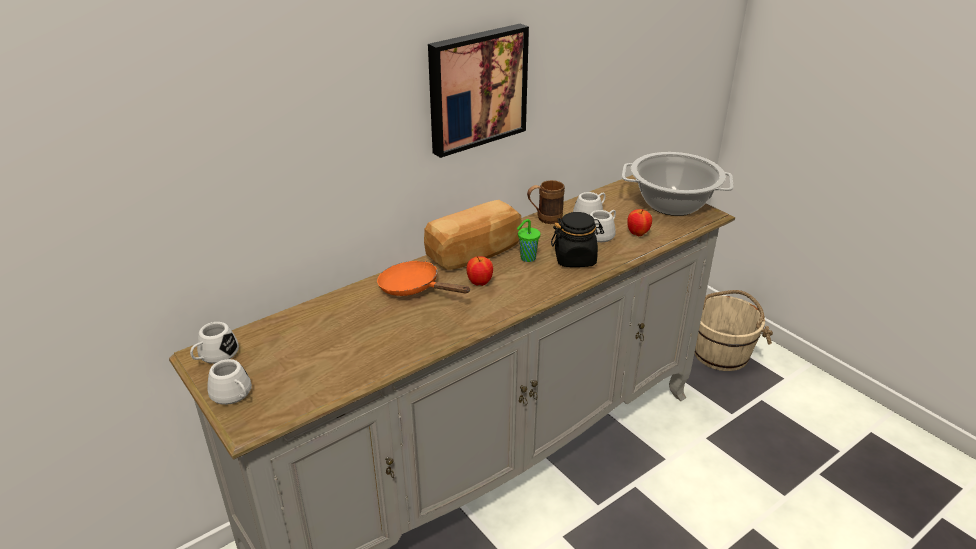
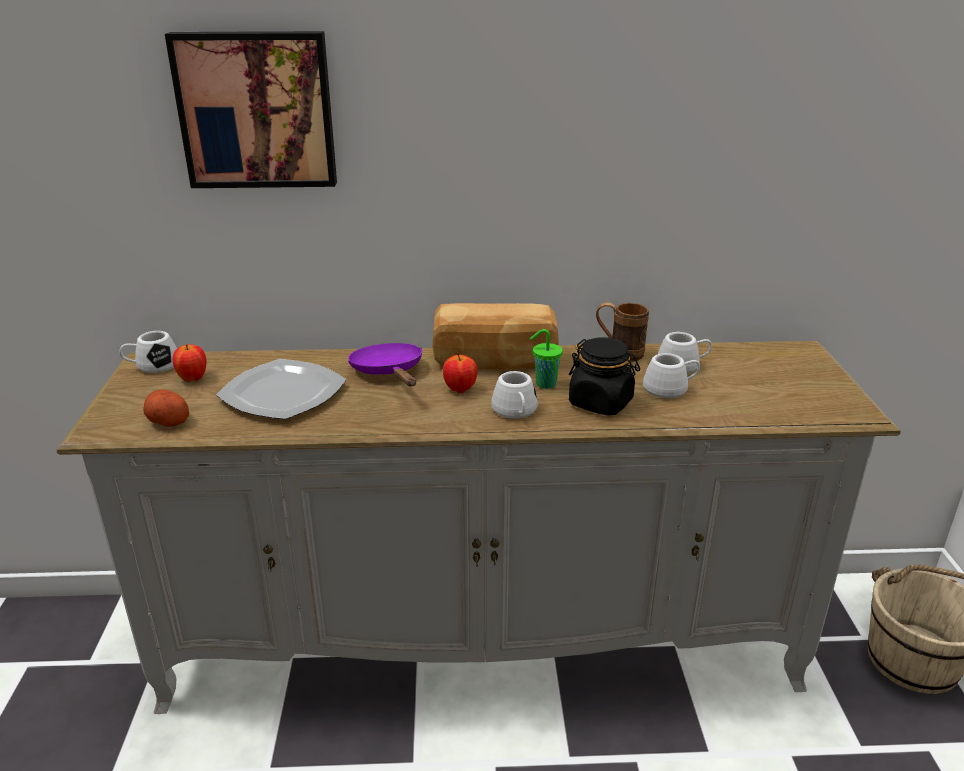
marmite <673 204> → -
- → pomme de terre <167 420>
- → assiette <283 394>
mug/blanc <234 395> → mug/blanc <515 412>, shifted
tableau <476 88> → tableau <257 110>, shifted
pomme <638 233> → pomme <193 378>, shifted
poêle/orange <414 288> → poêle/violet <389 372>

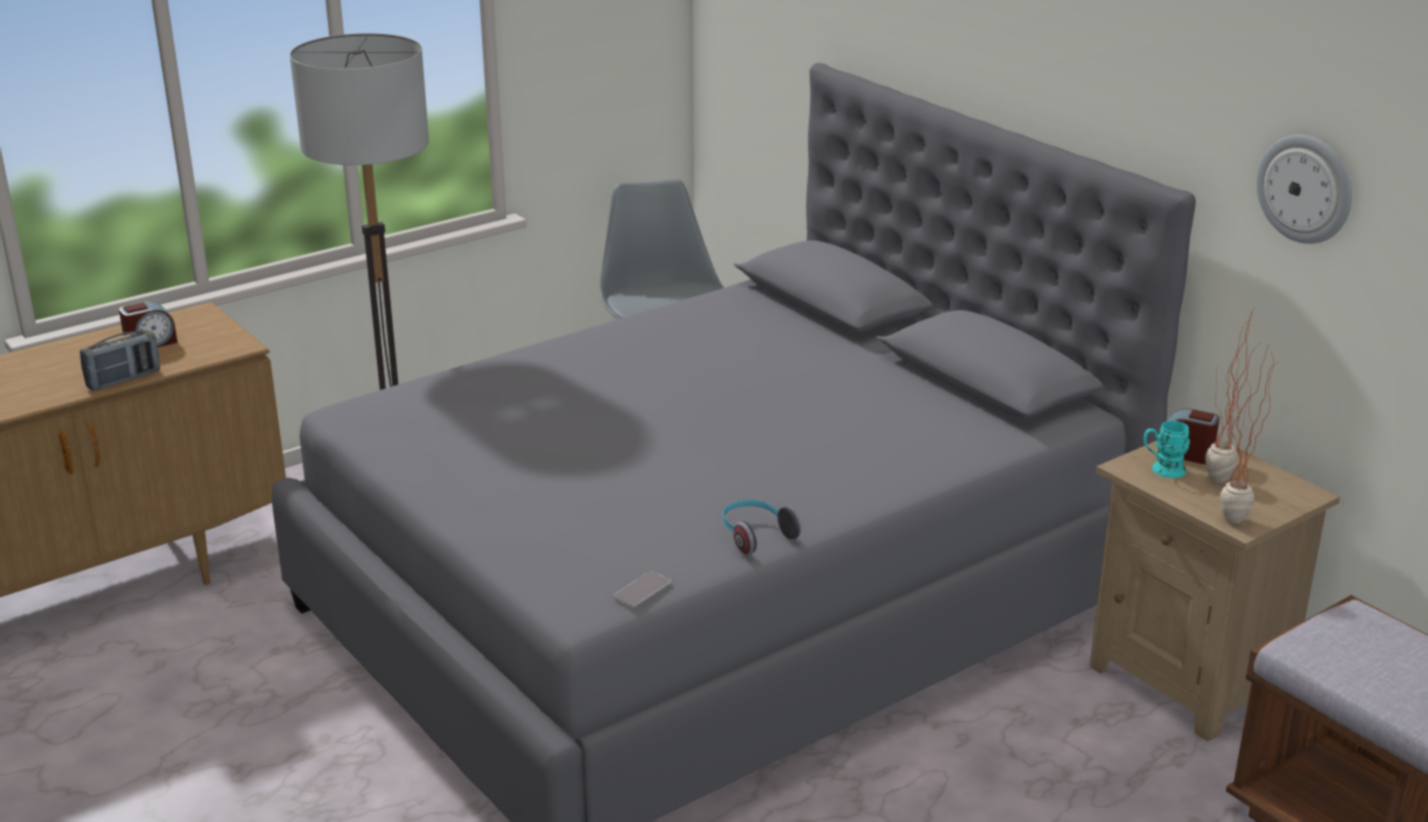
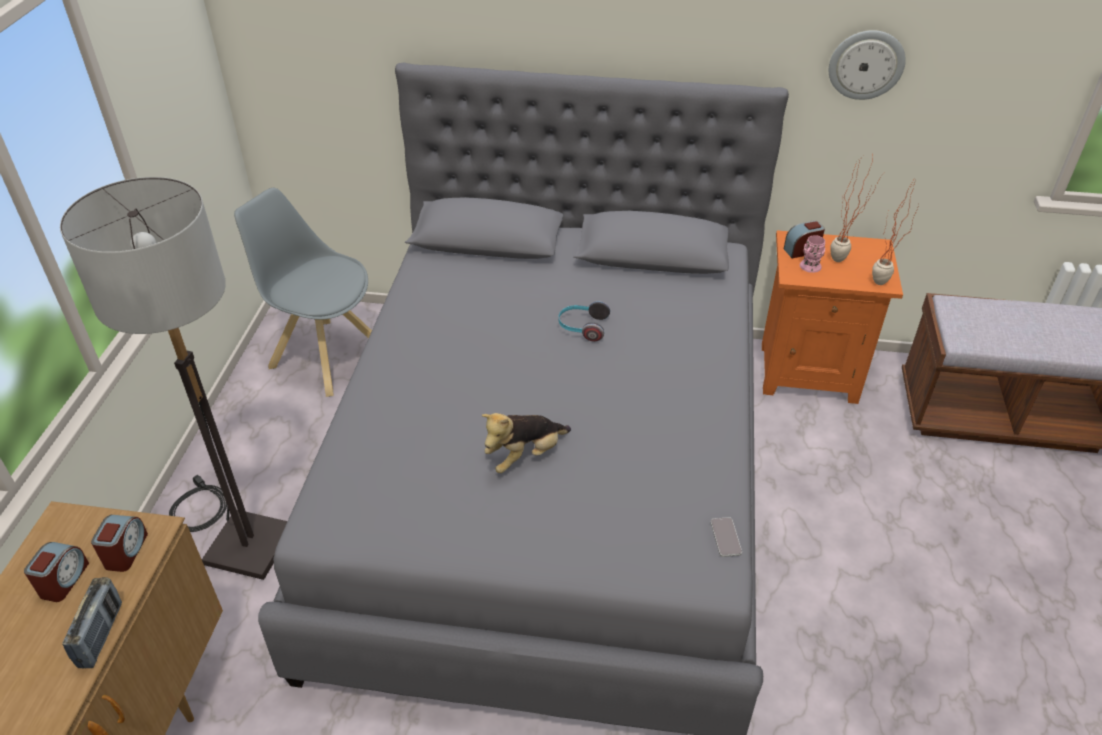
- → réveil <126 551>
- → peluche <525 455>
casque audio <755 535> → casque audio <582 327>, shifted
table de chevet/beige <1187 682> → table de chevet/orange <810 374>
mug/turquoise <1162 470> → mug/rose <808 268>

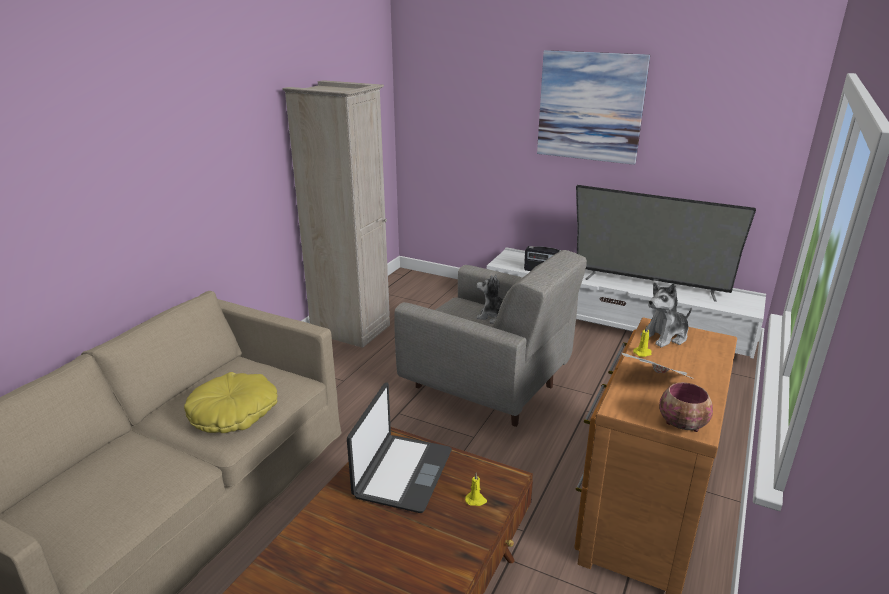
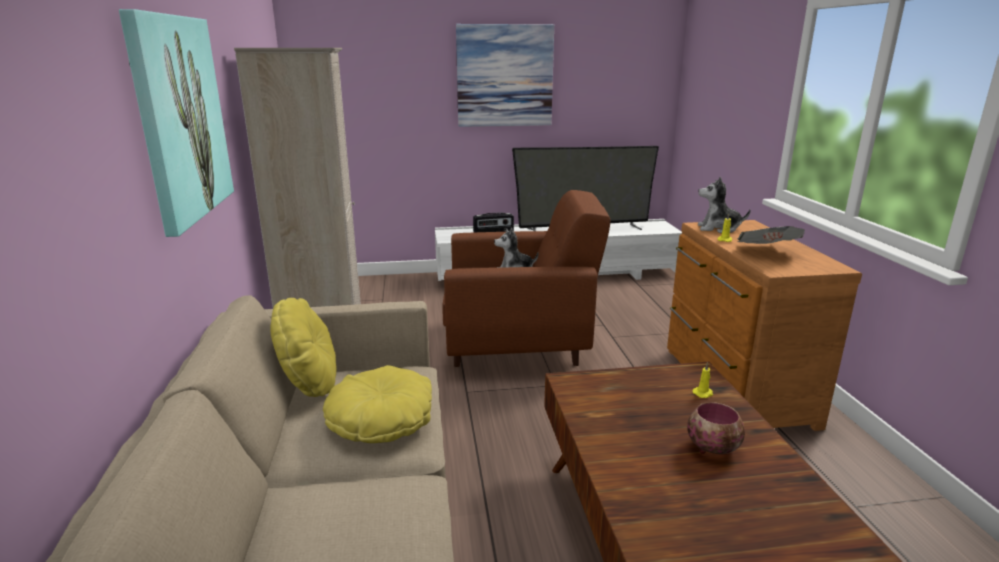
ordinateur portable <402 473> → -
- → tableau <180 118>
- → coussin/jaune <310 387>
bol <683 425> → bol <714 448>, shifted
fauteuil/gris <488 389> → fauteuil/marron <520 347>
peluche <665 336> → peluche <718 229>, 75 degrees clockwise

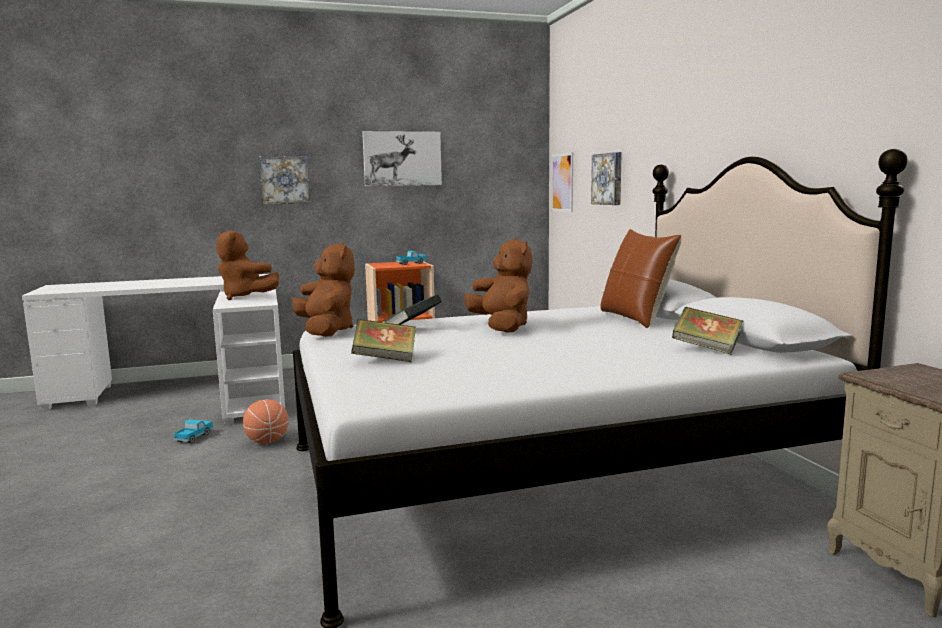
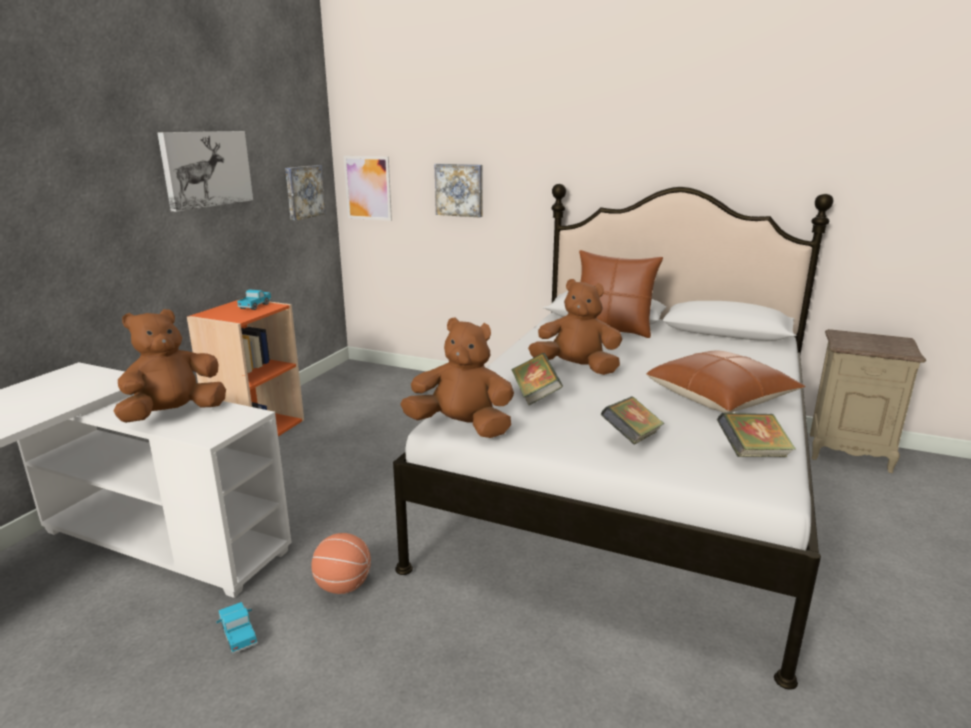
- → coussin/marron <721 397>
tableau <284 180> → tableau <303 192>, shifted
livre <706 348> → livre <752 454>, shifted
peluche/marron <245 297> → peluche/marron <174 414>, 150 degrees clockwise

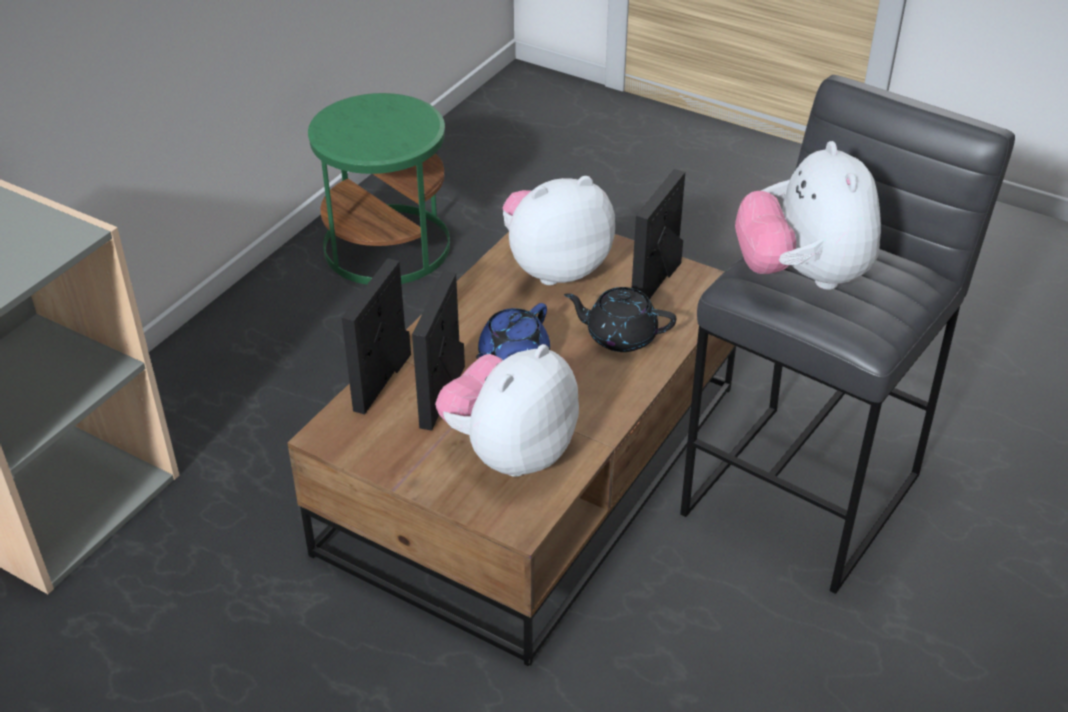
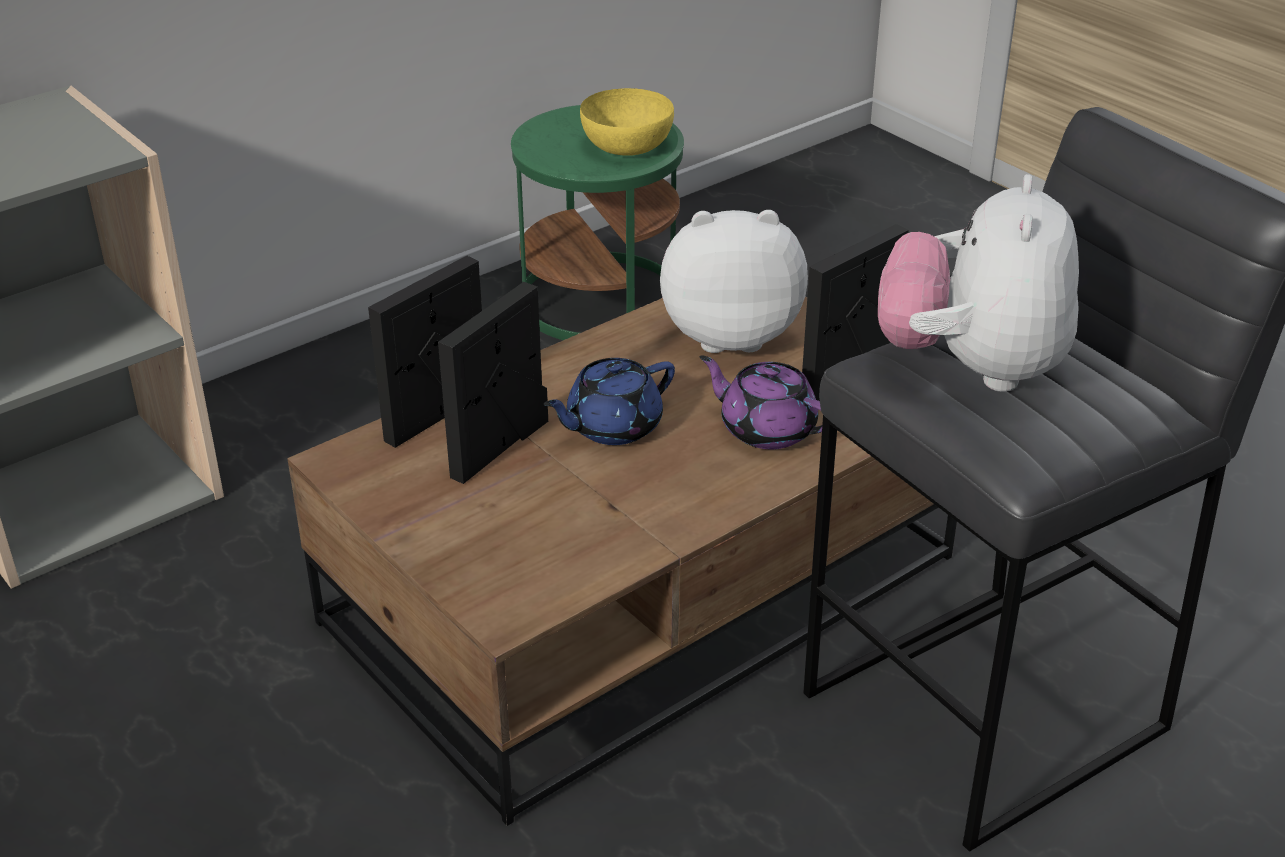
peluche <510 452> → -
- → bol/jaune <626 146>
théière/noir <620 336> → théière/violet <766 428>

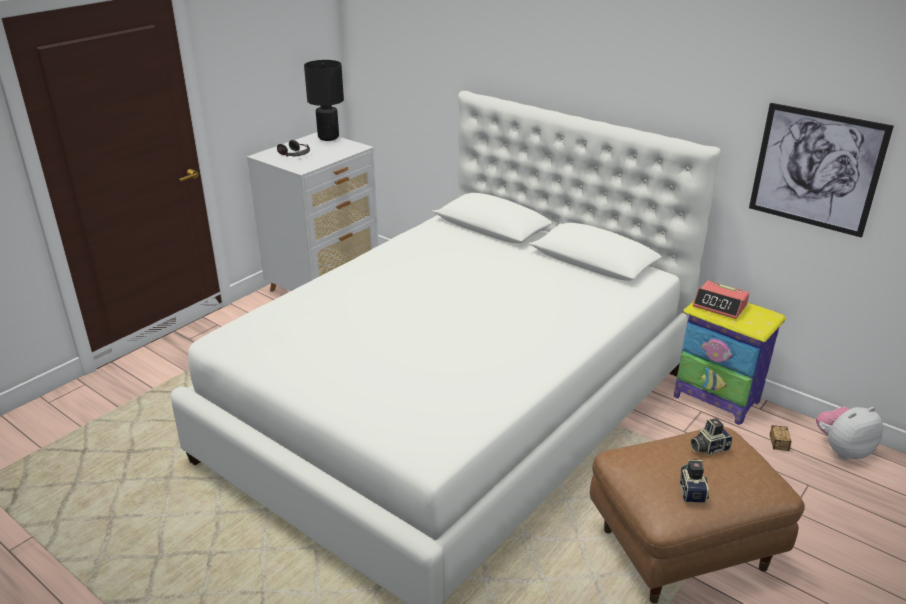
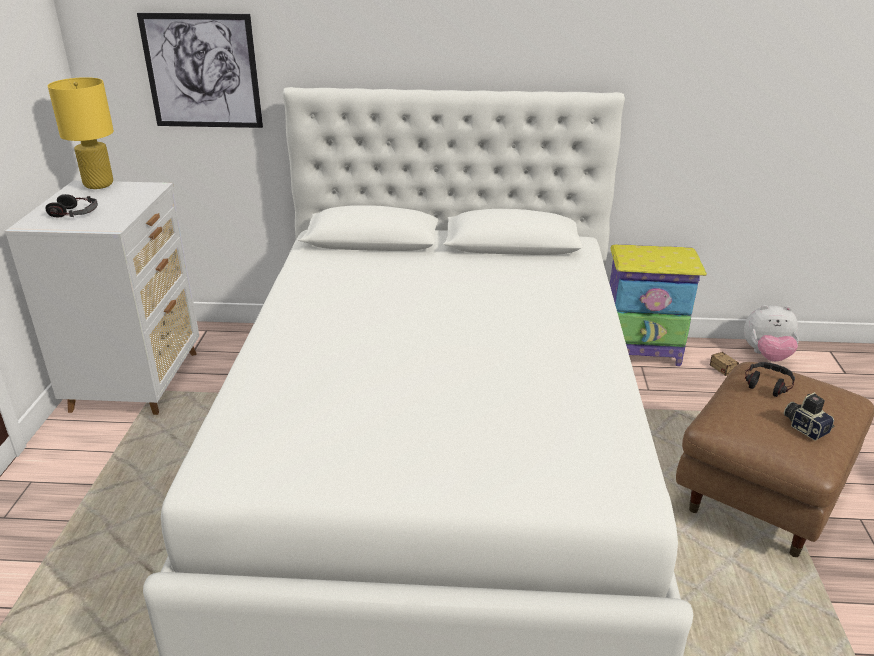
réveil <720 306> → -
tableau <816 169> → tableau <202 71>, shifted
appareil photo <708 447> → casque audio <767 384>
lampe de table/noir <329 139> → lampe de table/jaune <99 186>
peluche <842 450> → peluche <766 355>, 120 degrees counterclockwise

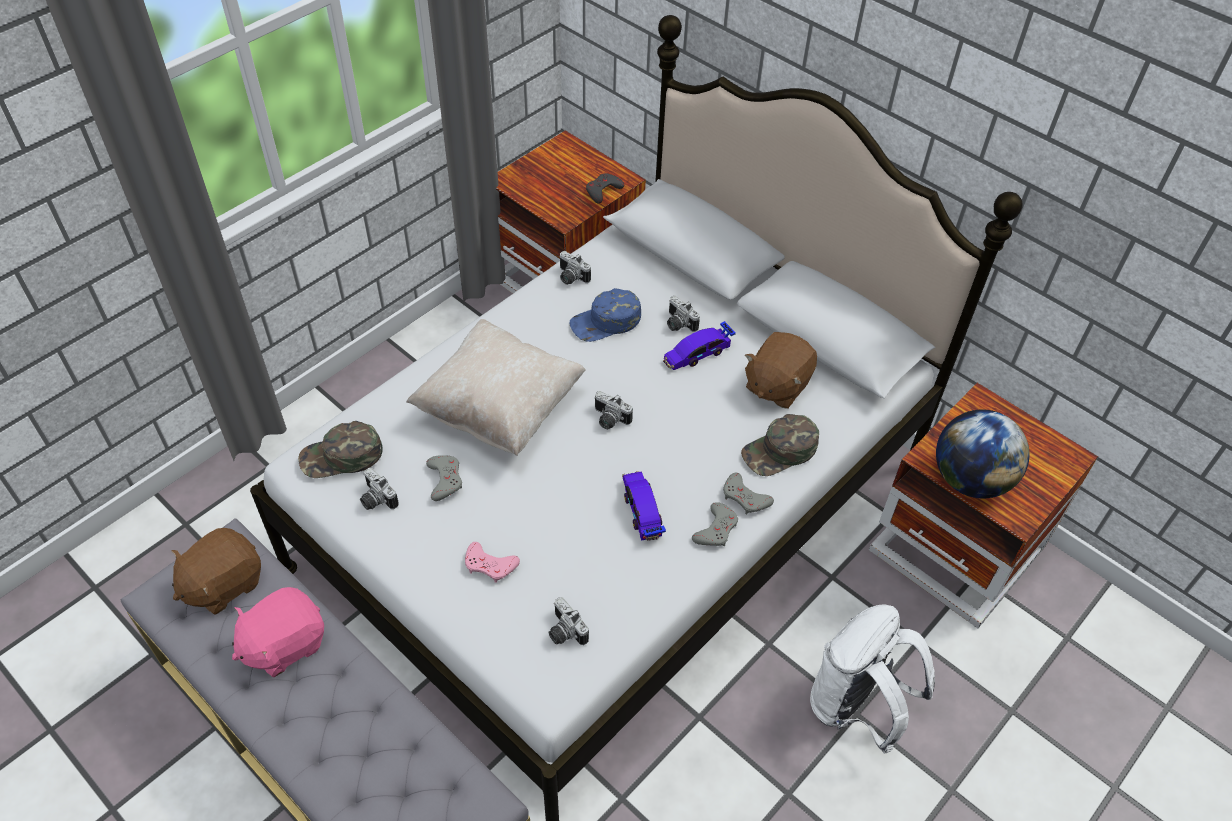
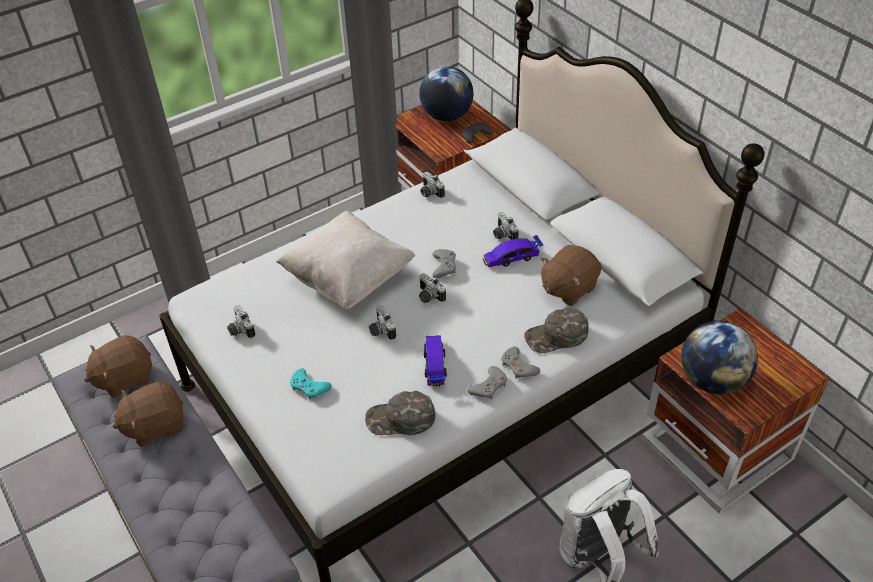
casquette/bleu <606 322> → -
- → globe <446 116>
casquette/vert <341 457> → casquette/vert <400 419>, shifted
manette/gris <445 479> → manette/gris <444 266>, shifted
appareil photo <564 632> → appareil photo <380 330>, shifted
peluche/rose <284 644> → peluche/marron <155 425>
manette/rose <490 565> → manette/turquoise <309 387>

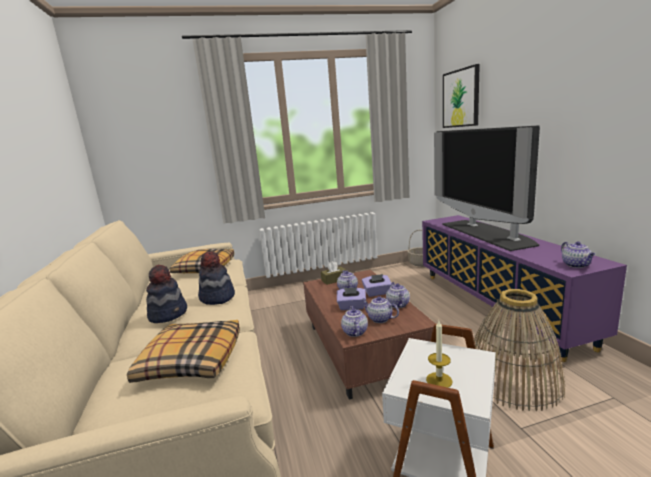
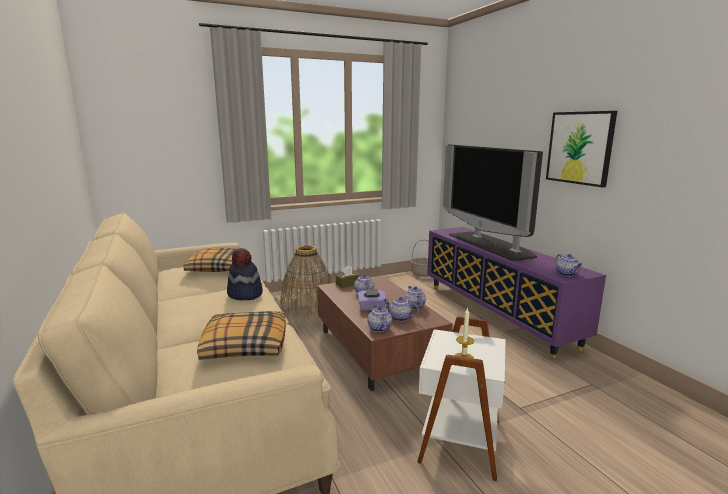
chapeau <168 314> → -
boîte à mouchoirs/violet <377 293> → -
tableau <461 98> → tableau <580 148>, shifted
panier <513 379> → panier <308 304>, shifted

